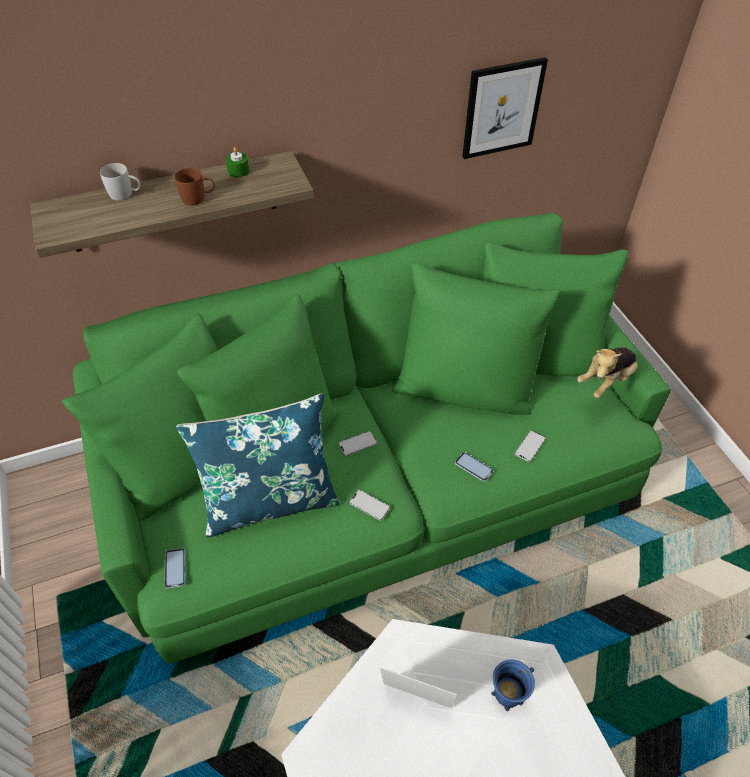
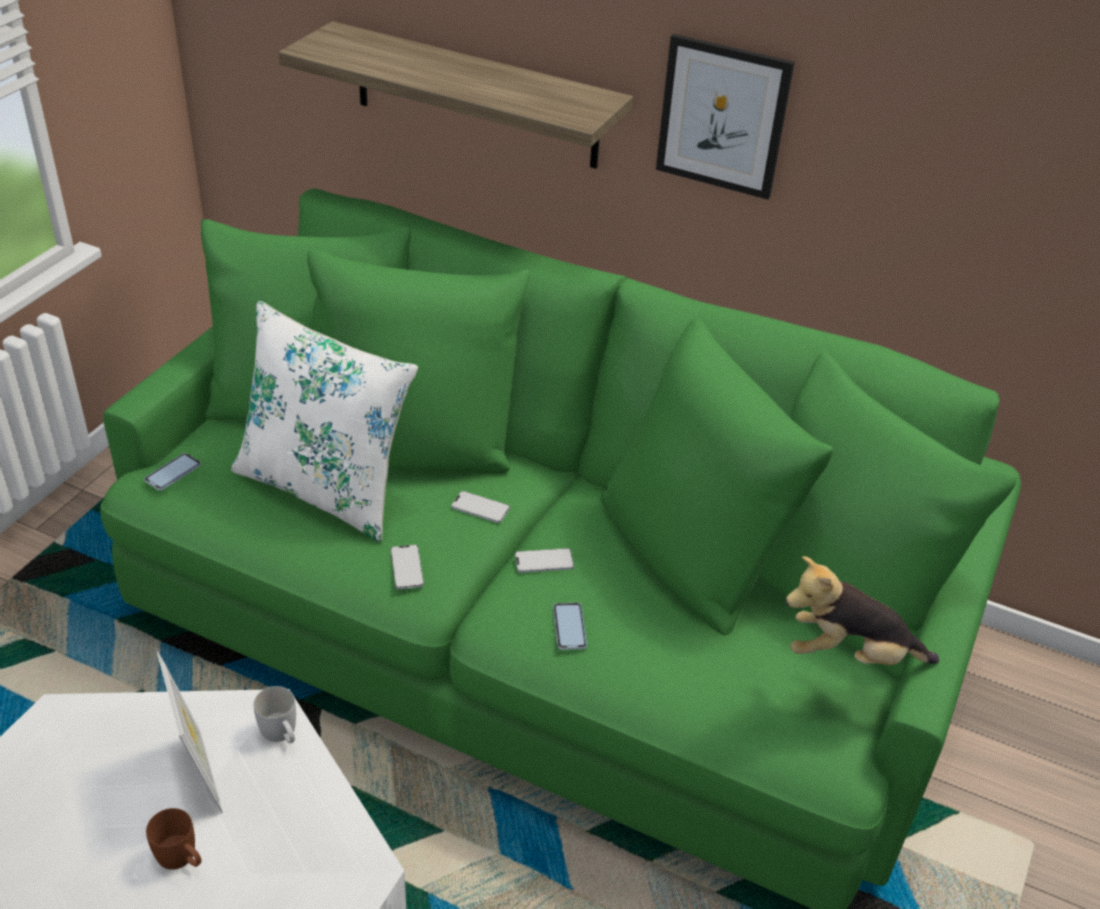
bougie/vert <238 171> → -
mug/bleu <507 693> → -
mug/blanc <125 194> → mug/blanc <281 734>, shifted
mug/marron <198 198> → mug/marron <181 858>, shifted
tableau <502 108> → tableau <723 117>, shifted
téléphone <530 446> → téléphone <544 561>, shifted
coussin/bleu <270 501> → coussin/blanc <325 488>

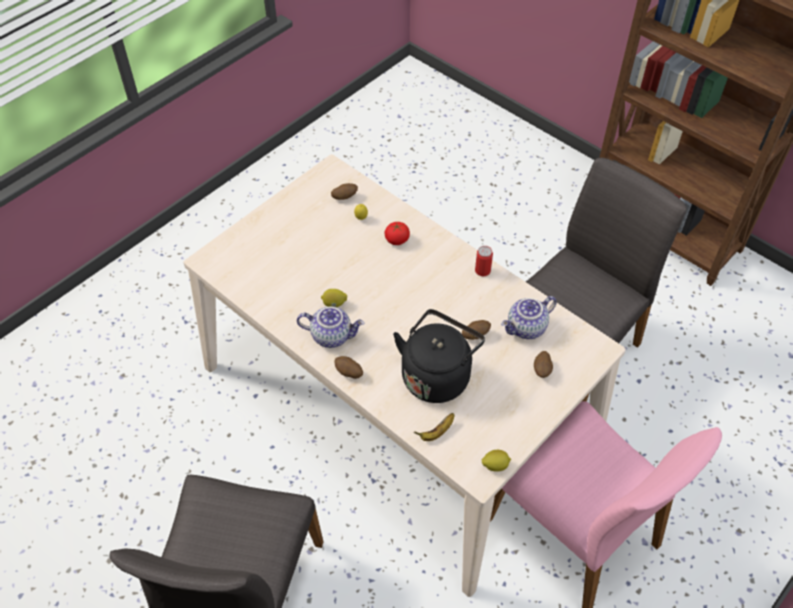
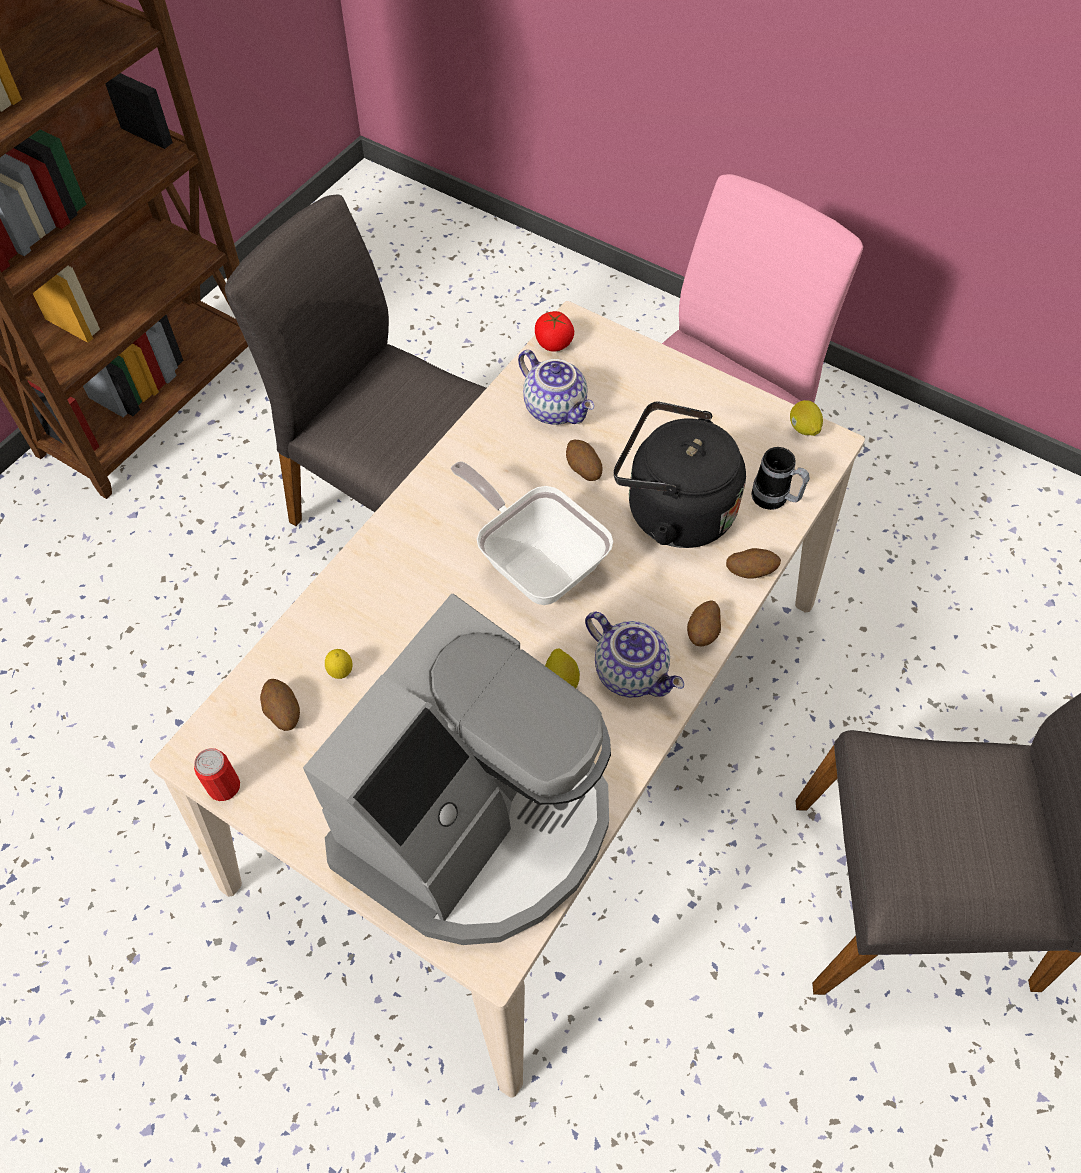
- → machine à café <477 821>
- → poêle <535 561>
tomate <397 240> → tomate <553 343>, shifted
boîte métallique <482 270> → boîte métallique <224 786>, shifted
pomme de terre <542 370> → pomme de terre <750 571>, shifted
banane <436 433> → mug <775 500>
théière <332 335> → théière <632 672>, 135 degrees clockwise

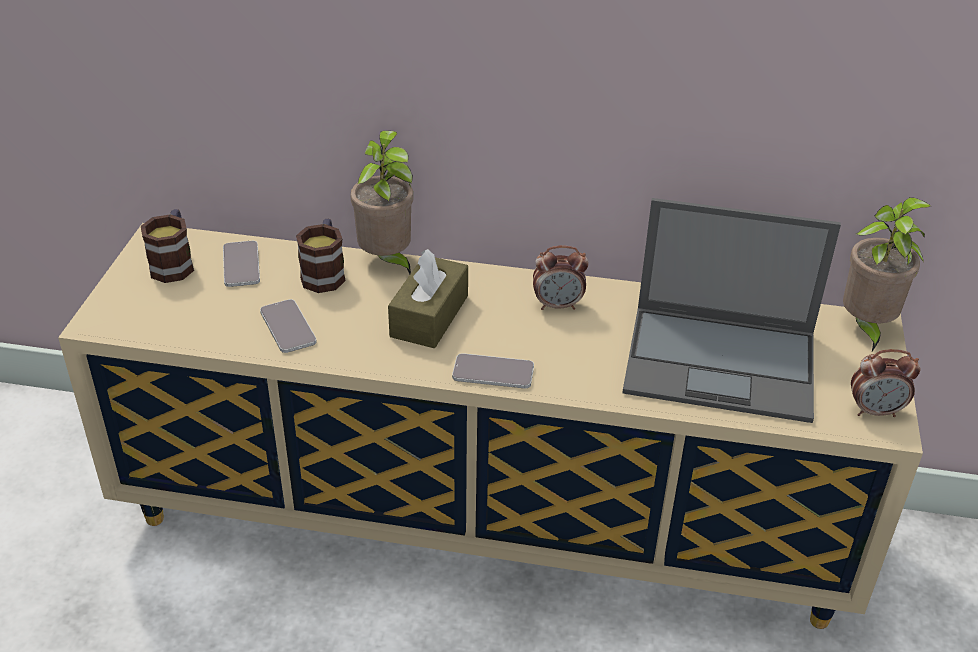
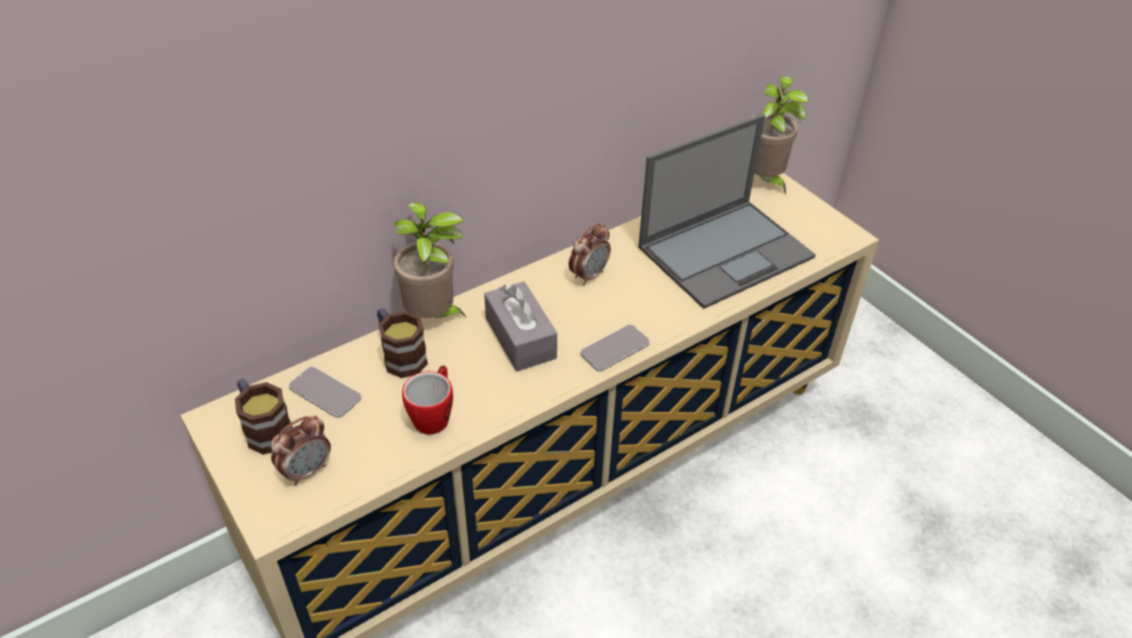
réveil <875 411> → réveil <307 471>, shifted
téléphone <288 327> → mug <434 415>
boîte à mouchoirs/marron <429 316> → boîte à mouchoirs/gris <520 338>

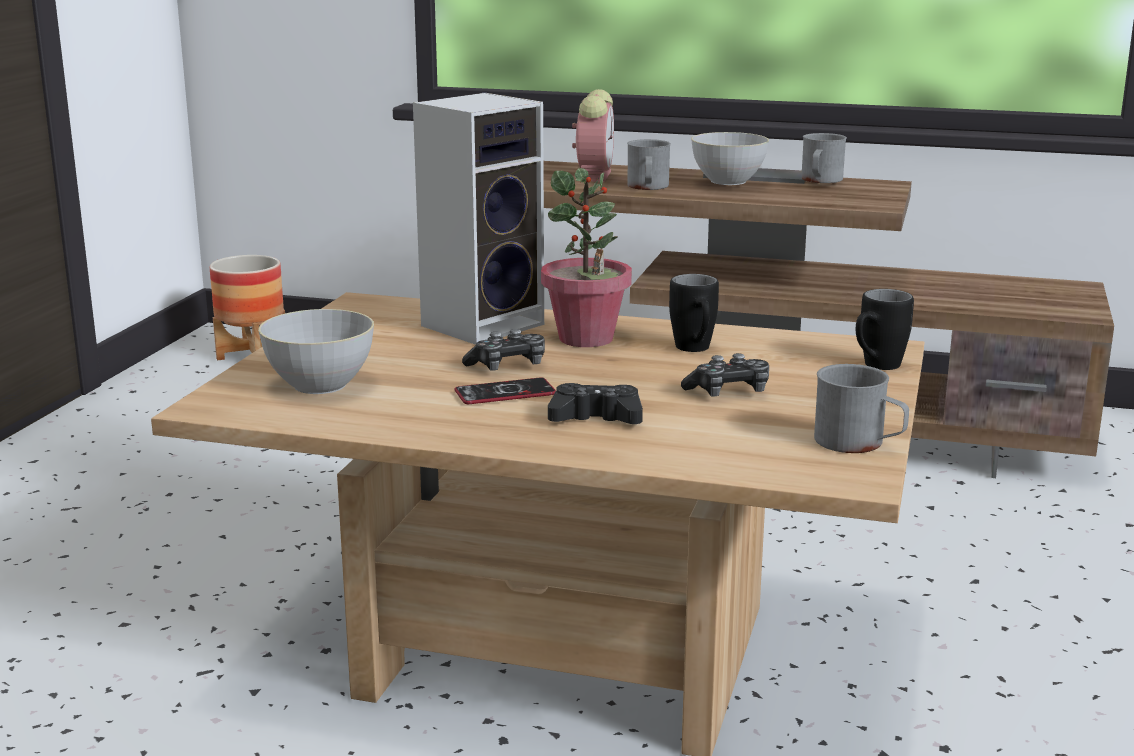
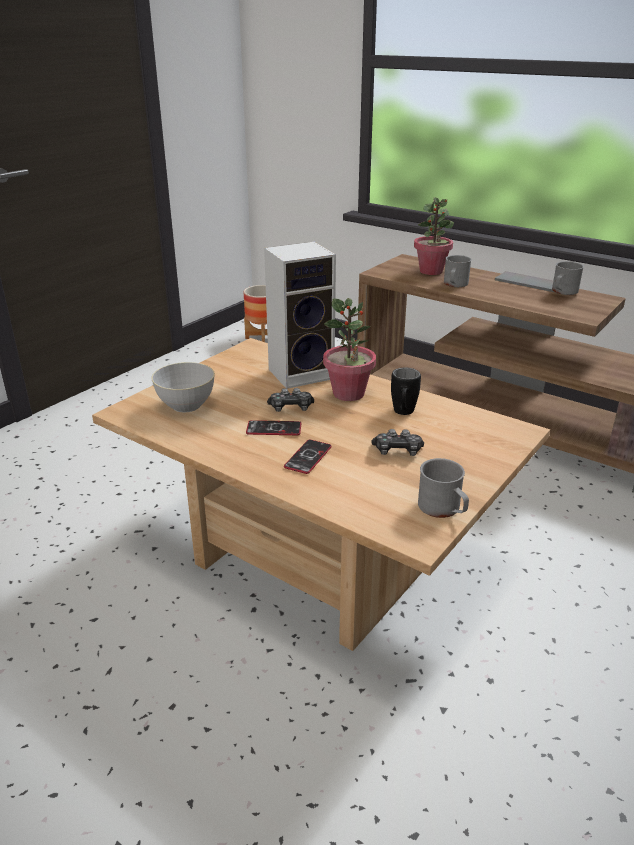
bol/gris <728 181> → -
mug/noir <875 367> → -
manette/noir <596 417> → téléphone <308 457>
réveil <594 175> → plante en pot <431 271>

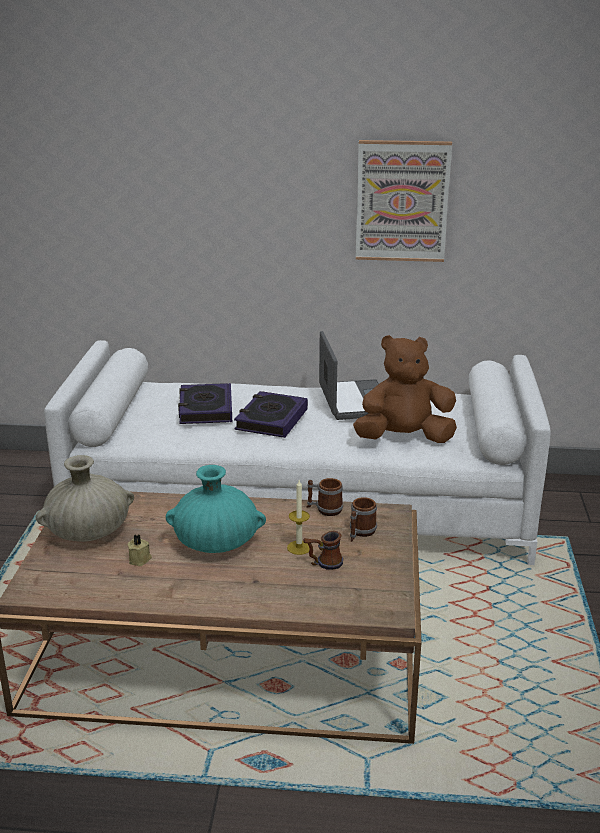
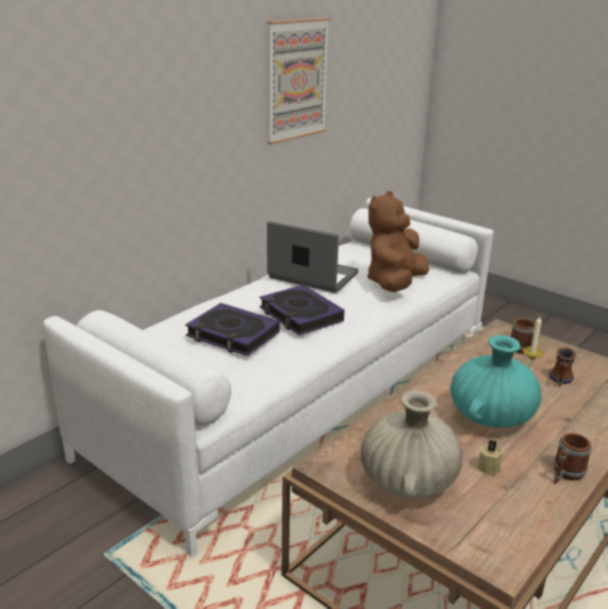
mug <324 509> → mug <565 474>, shifted

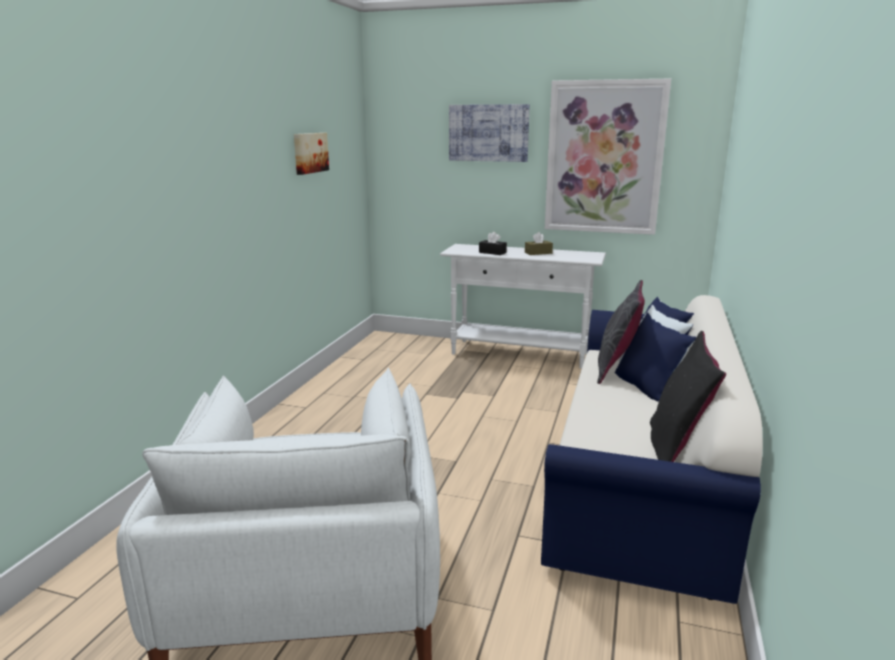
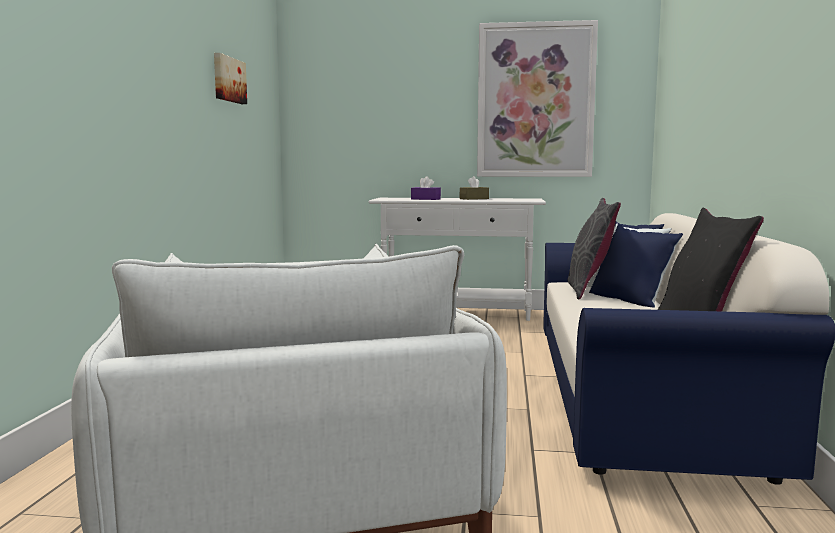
tableau <488 133> → -
boîte à mouchoirs/noir <492 252> → boîte à mouchoirs/violet <425 199>

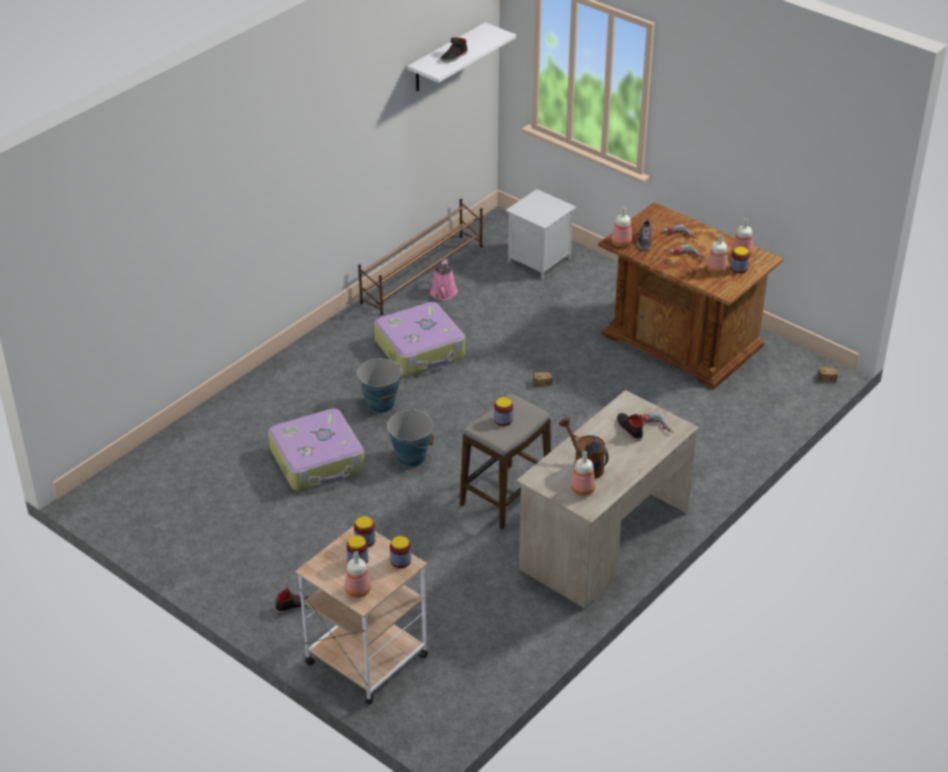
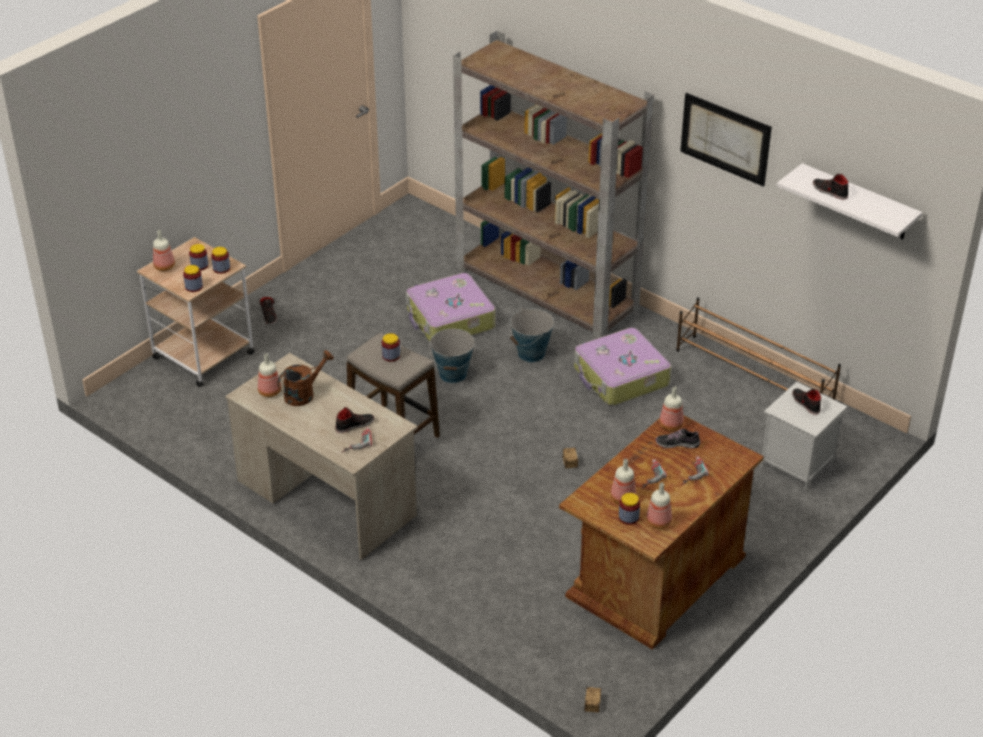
arrosoir/rose <443 294> → -
- → bibliothèque/marron <546 288>
- → tableau <725 139>
- → chaussure/noir <805 403>

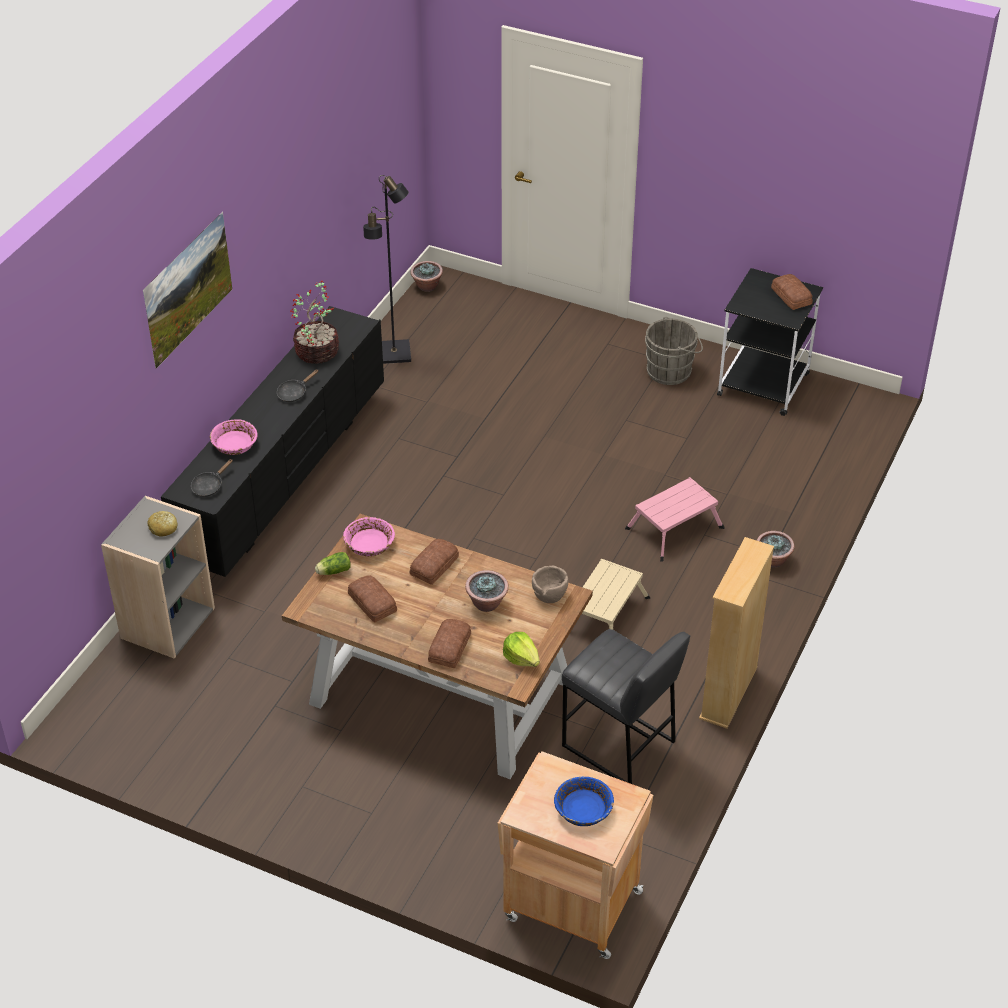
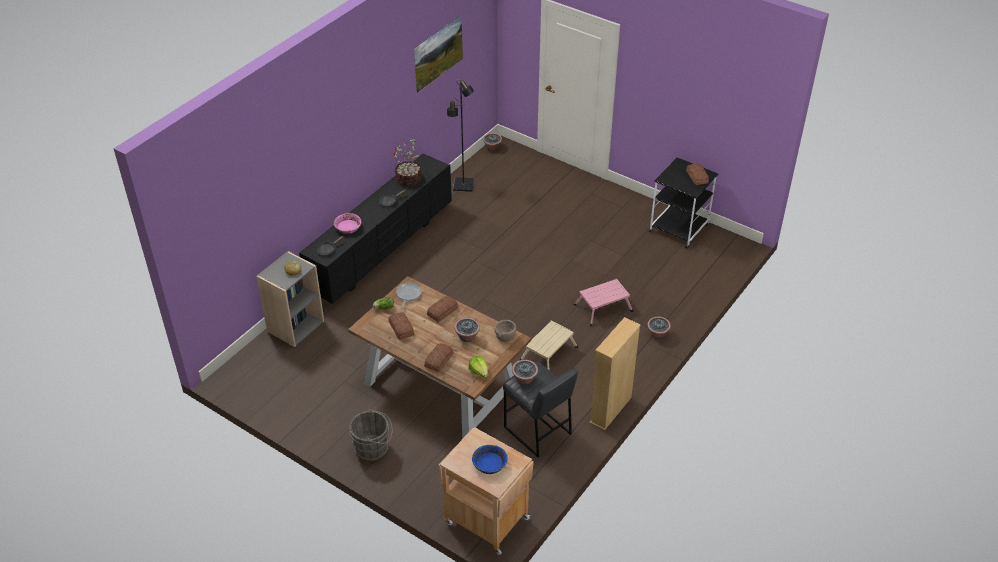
- → plante en pot <524 380>
tableau <192 309> → tableau <439 64>, shifted
seau/gris <671 371> → seau/gris <373 448>, shifted
bol/rose <369 544> → poêle <408 294>

